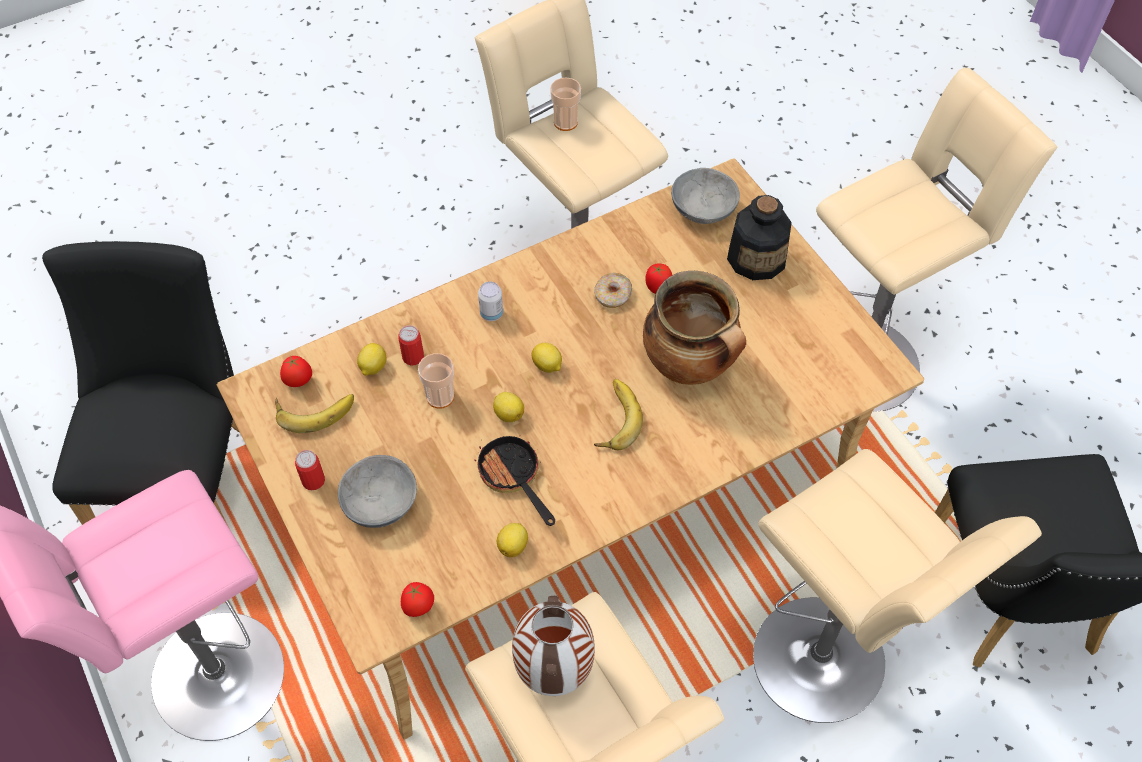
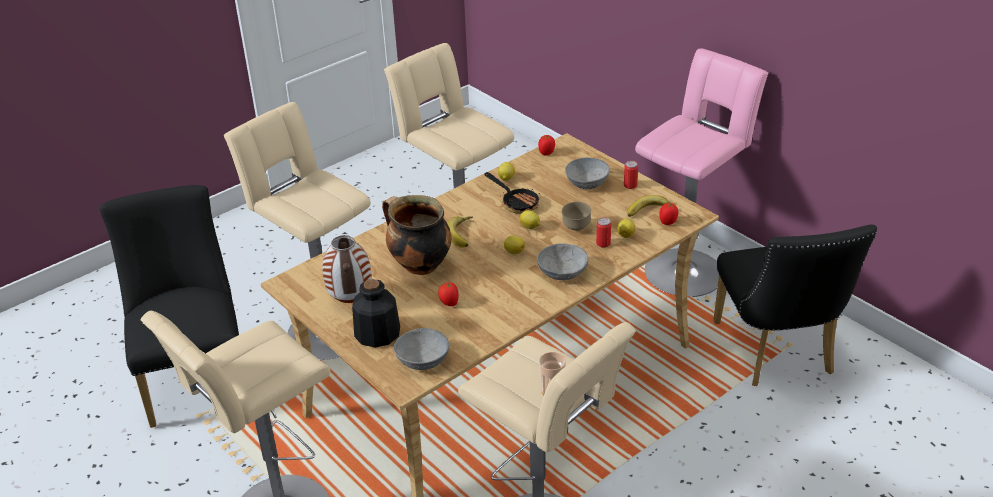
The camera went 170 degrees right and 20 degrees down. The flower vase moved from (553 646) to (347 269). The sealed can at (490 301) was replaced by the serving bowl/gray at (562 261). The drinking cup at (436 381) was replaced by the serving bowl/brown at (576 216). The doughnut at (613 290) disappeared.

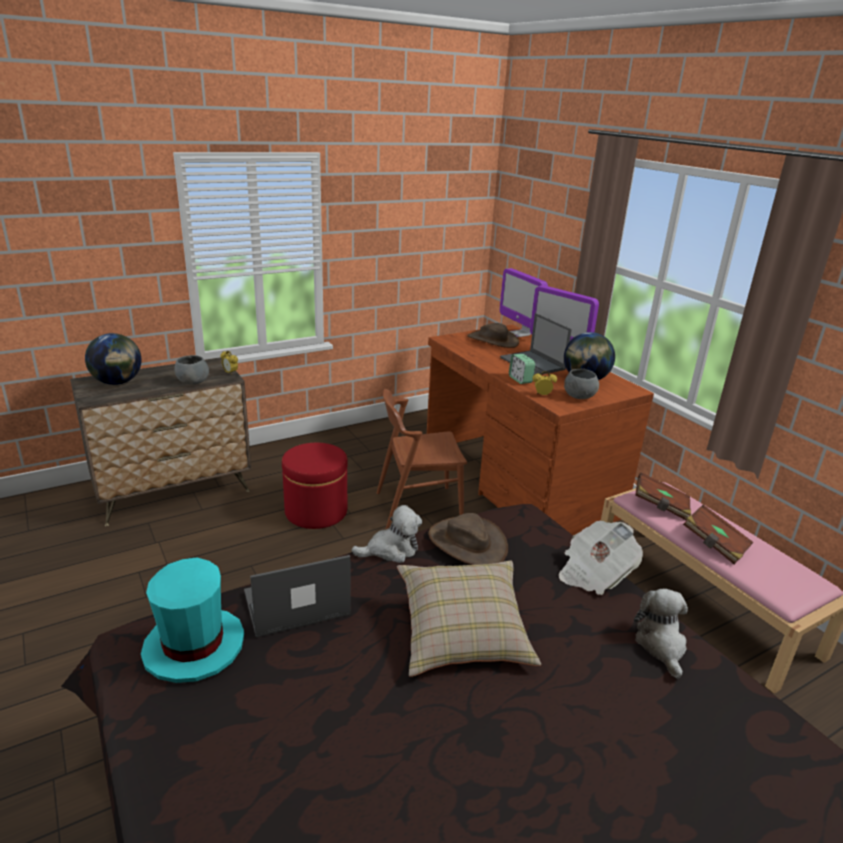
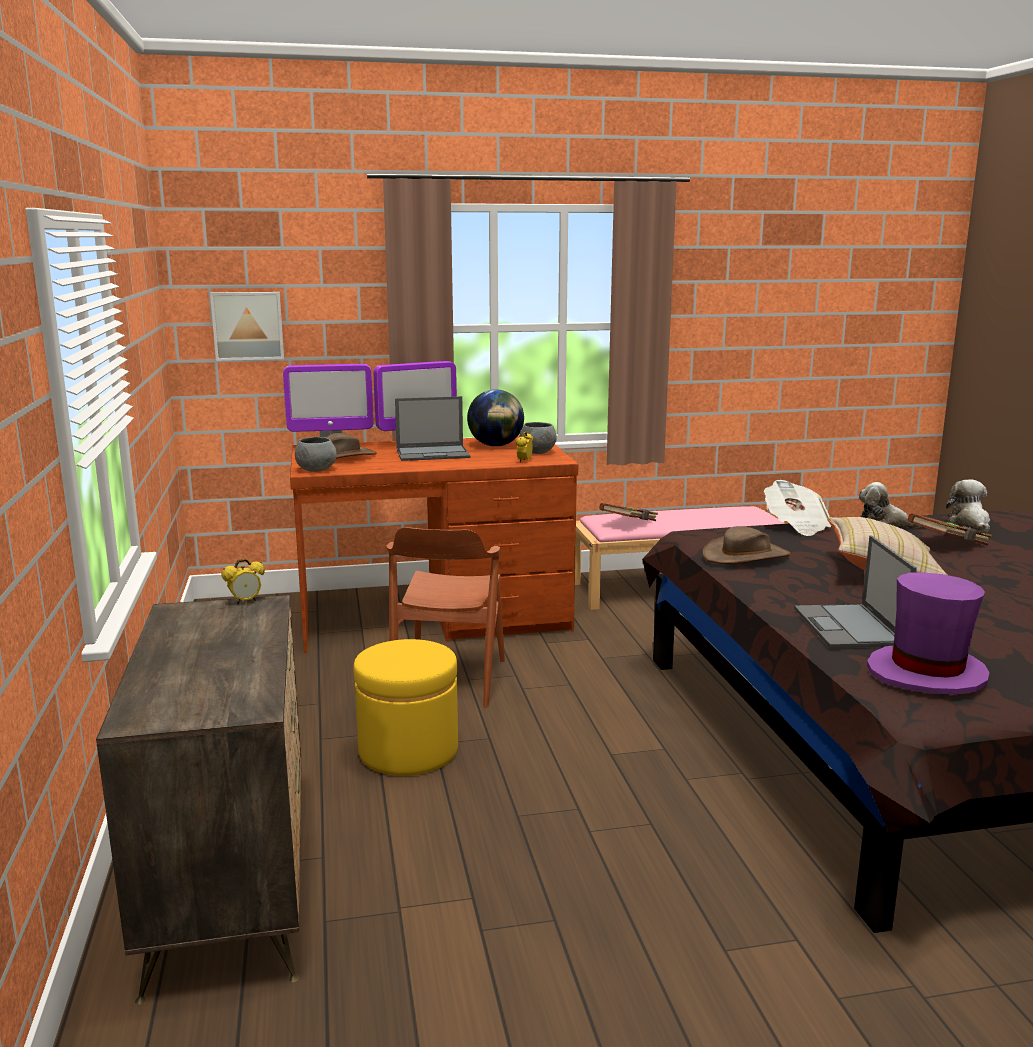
The camera went 70 degrees left and 10 degrees down. The wall art at (247 326) appeared. The serving bowl/gray moved from (191 370) to (316 454). The pouffe/reddish at (315 486) became the pouffe/yellow-coloured at (406 707). The hat/turquoise-coloured at (192 620) became the hat/purplish at (928 634). The volume/brown moved from (718 534) to (950 529). The cuddly toy moved from (386 534) to (968 506). The globe at (113 359) disappeared. The bedside clock at (522 369) disappeared.

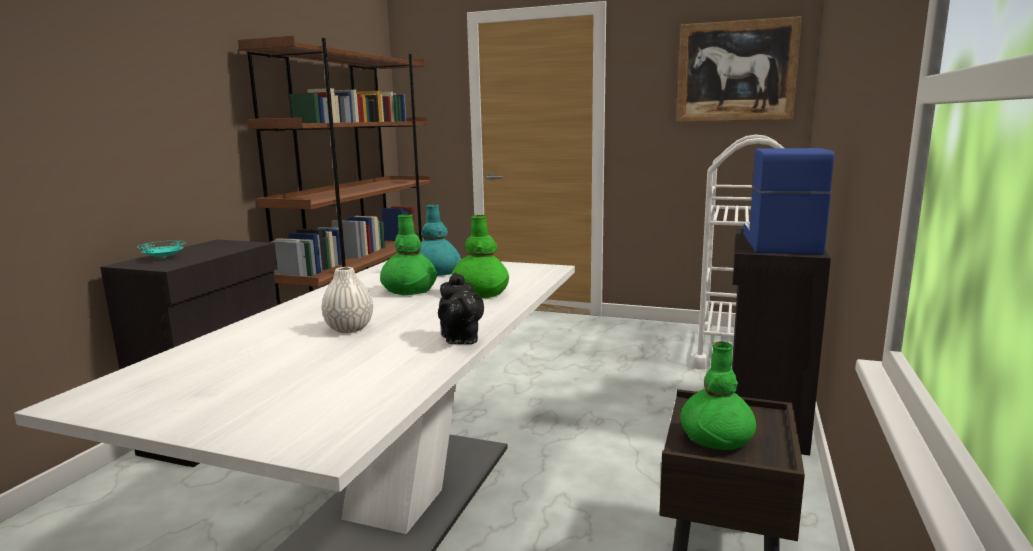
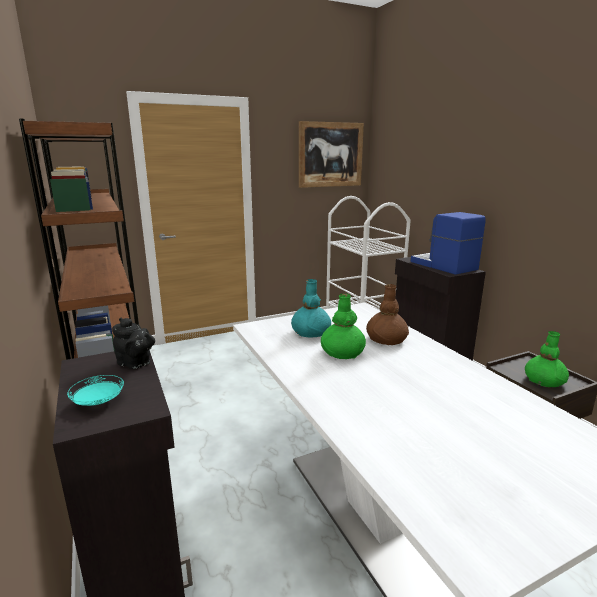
The camera went 45 degrees left and 5 degrees up. The pot for tea/black-coloured moved from (461 308) to (133 343). The flower vase/green at (480 256) became the flower vase/brown at (387 314). The flower vase/whitish at (347 300) disappeared.

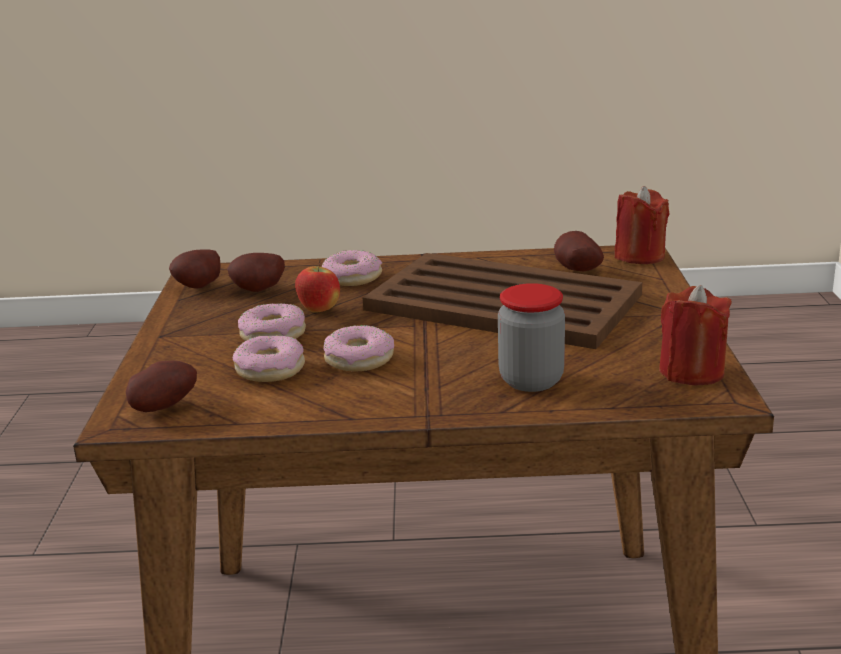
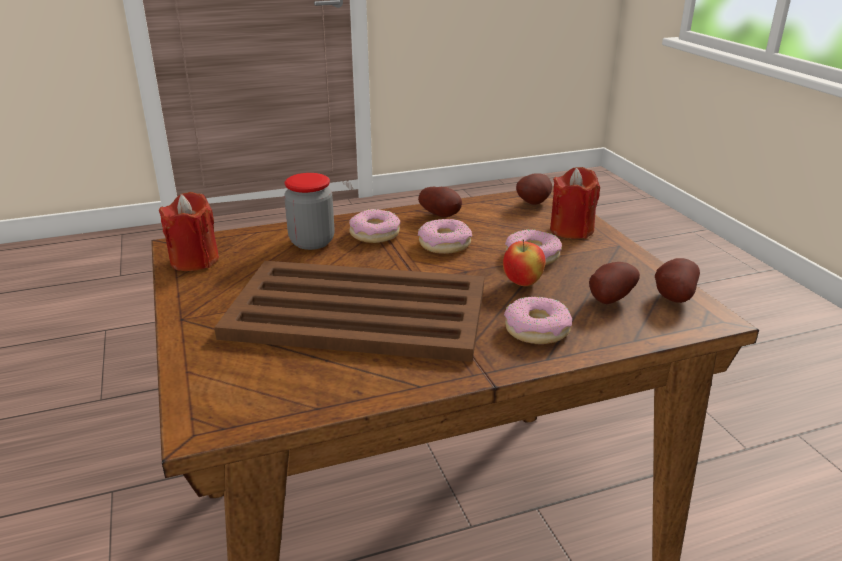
The camera went 160 degrees right and 5 degrees up. The doughnut moved from (269 358) to (375 226). The whole potato moved from (579 251) to (440 202). The wax light/reddish moved from (642 225) to (575 203).

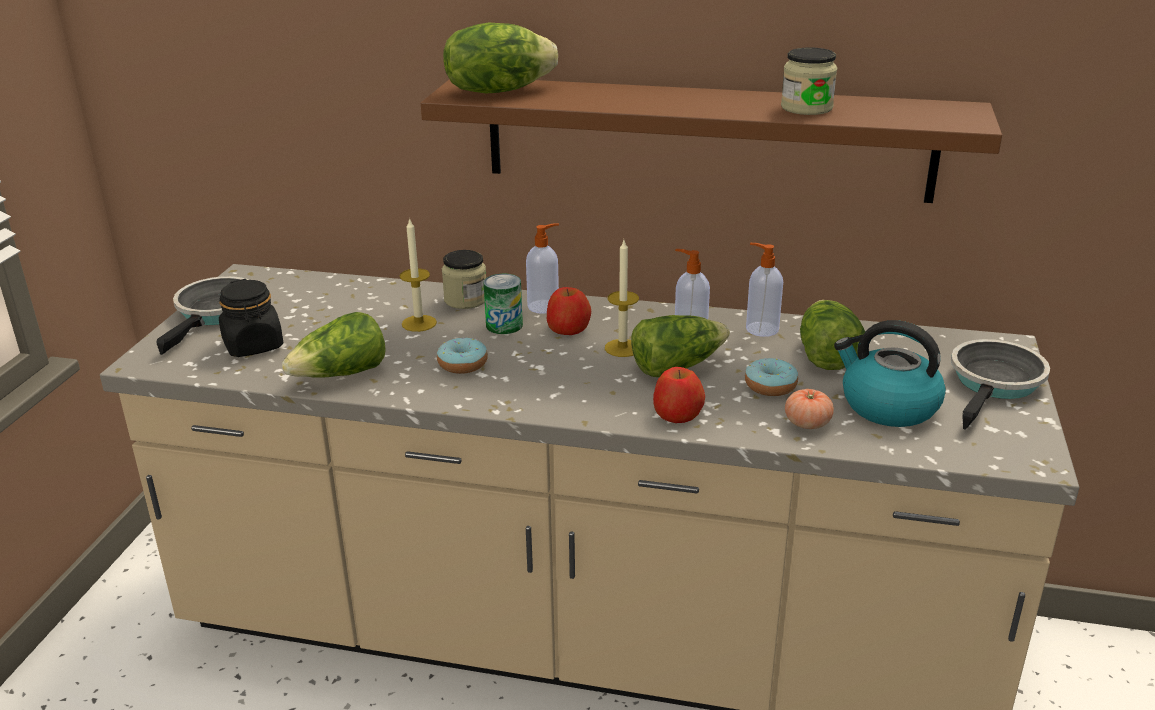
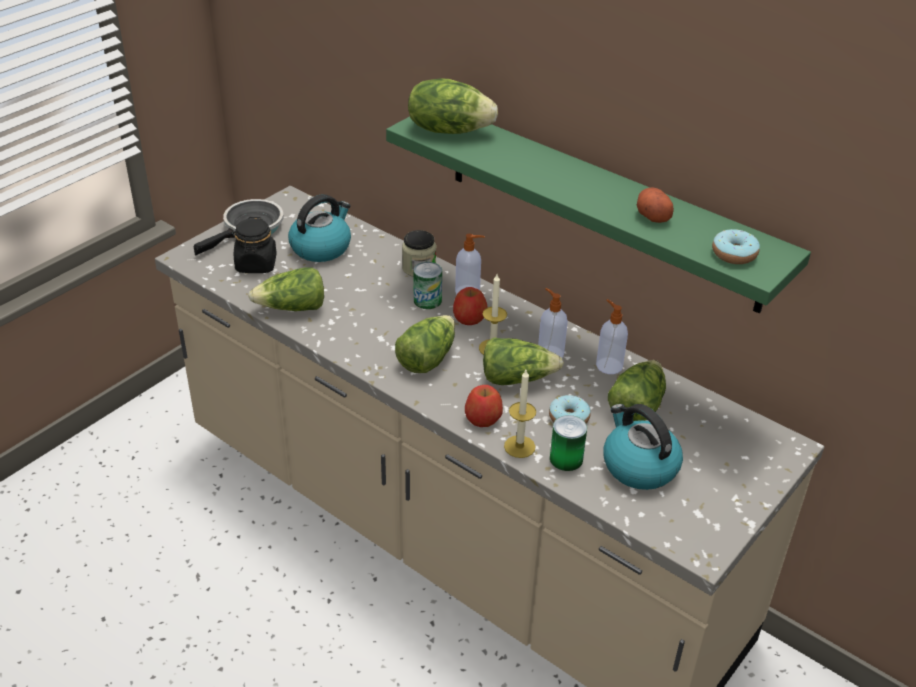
The camera went 25 degrees right and 10 degrees up. The water kettle at (319 228) appeared. The wall shelf/brown at (711 141) became the wall shelf/green at (598 215). The lettuce at (425 344) appeared. The wax light moved from (418 274) to (520 414). The tomato at (809 409) was replaced by the sealed can at (568 443). The storage jar at (809 81) was replaced by the whole potato at (655 205). The doughnut moved from (462 356) to (736 246). The frying pan at (1000 384) disappeared.

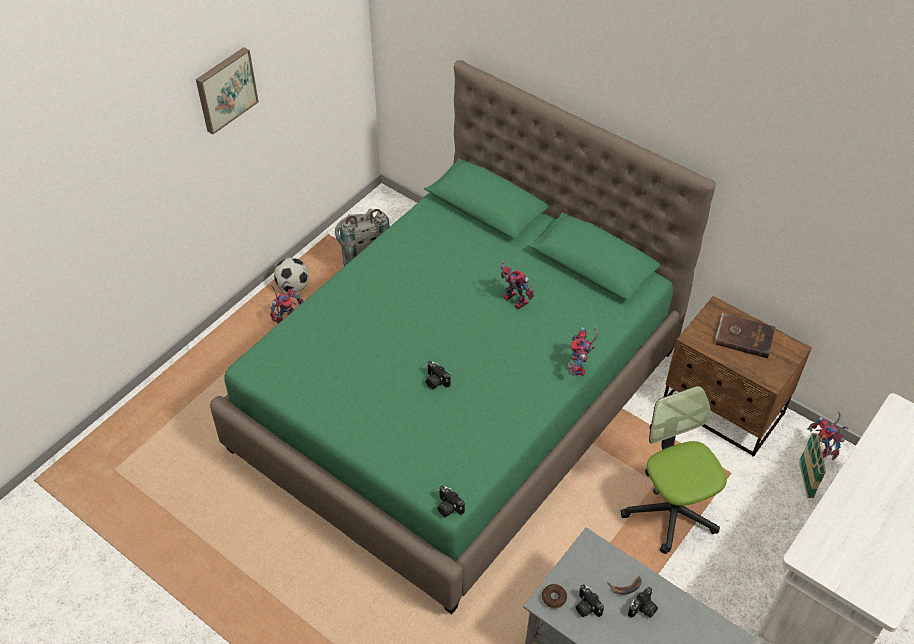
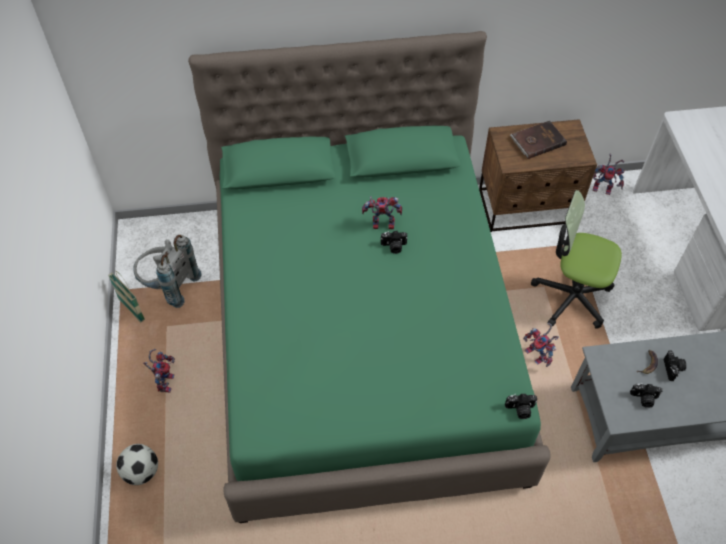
The camera went 45 degrees left and 5 degrees up. The household basket moved from (813 465) to (126 296). The football moved from (291 275) to (137 464). The photo camera moved from (438 375) to (394 242). The model robot moved from (583 351) to (541 345). The wall art at (227 90) disappeared. The doughnut at (554 596) disappeared.

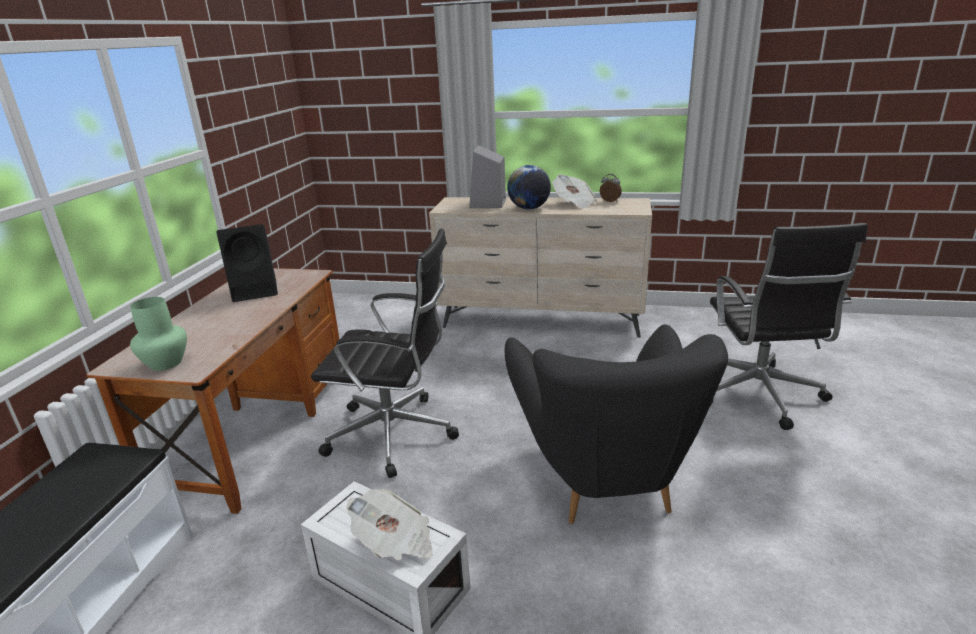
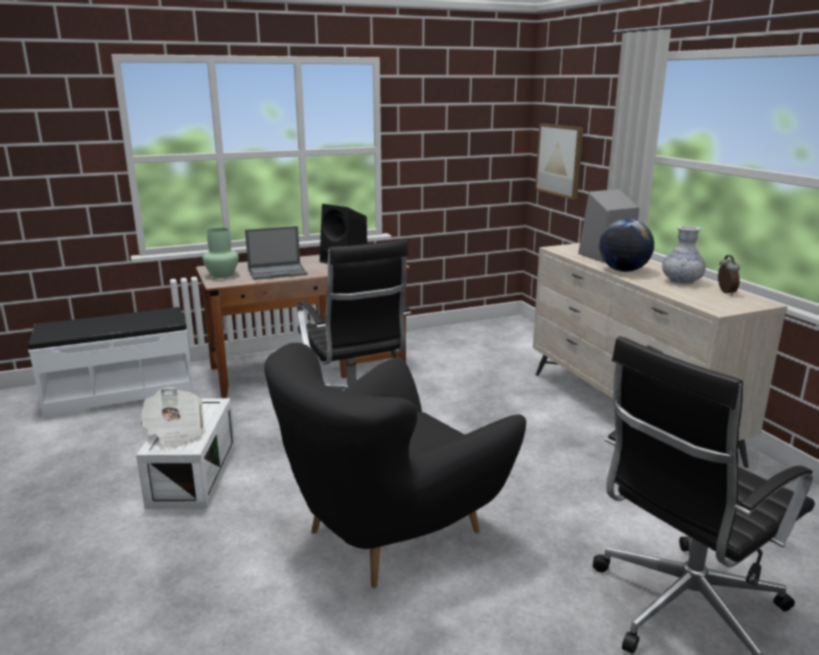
The camera went 55 degrees right and 5 degrees down. The laptop at (276 253) appeared. The wall art at (559 161) appeared. The newspaper at (574 191) was replaced by the flower vase at (684 255).

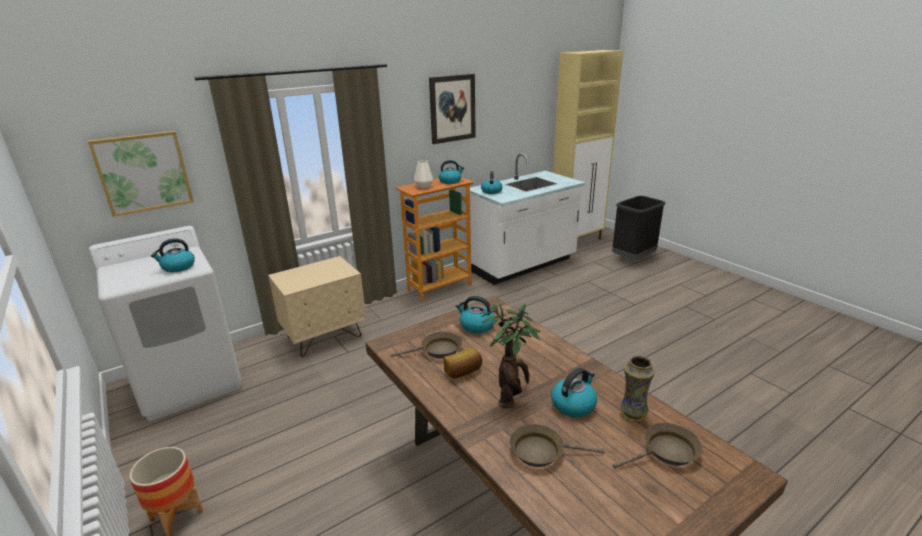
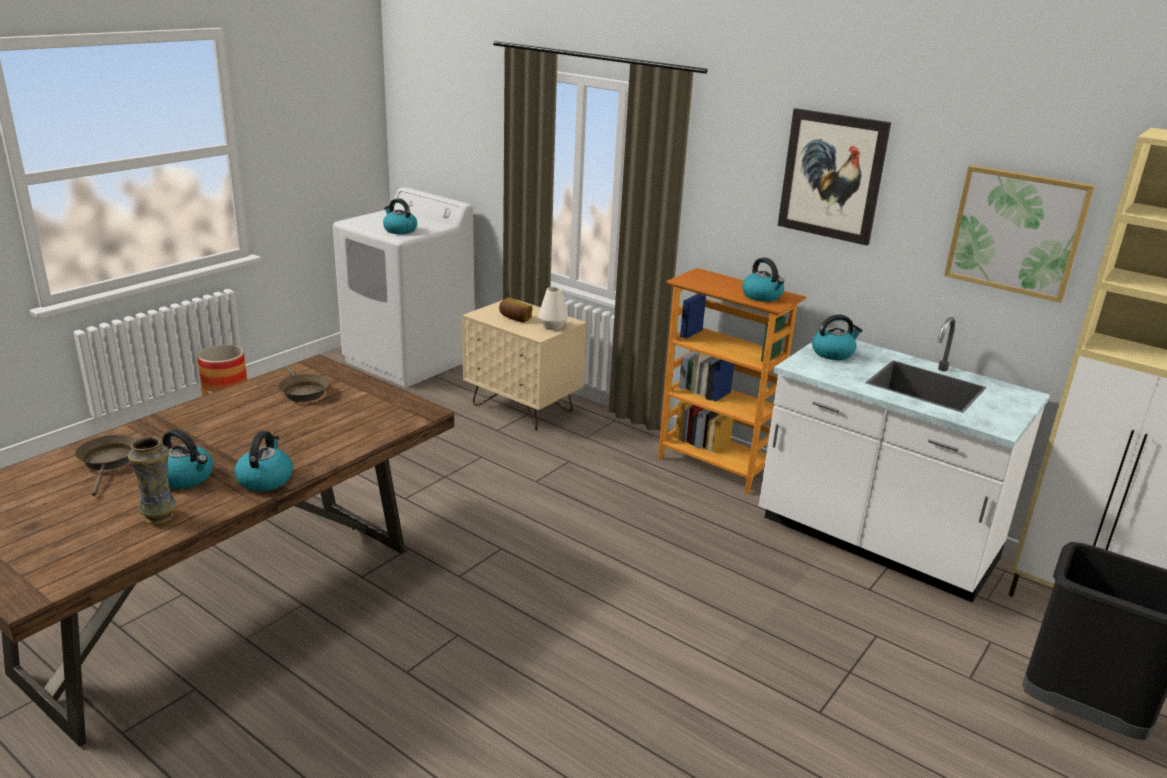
The camera went 70 degrees right and 0 degrees up. The water kettle moved from (475 315) to (264 461). The baked bread moved from (463 363) to (516 310). The flower vase/whitish moved from (423 174) to (553 308). The wall art moved from (141 174) to (1019 234). The potted plant at (511 354) disappeared. The frying pan/brown at (658 445) disappeared.

